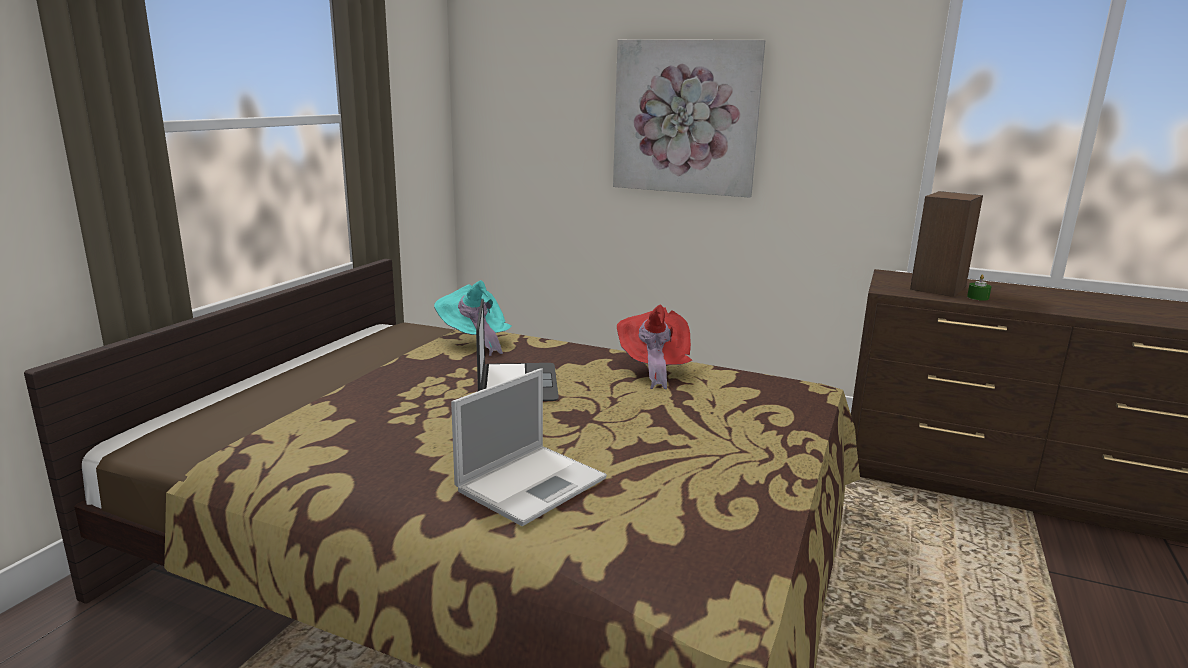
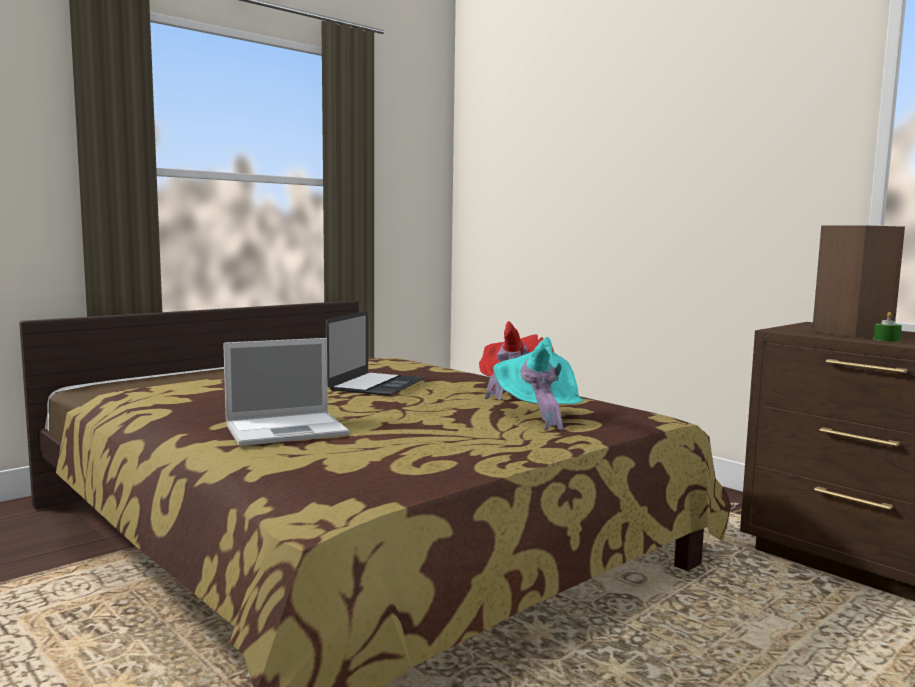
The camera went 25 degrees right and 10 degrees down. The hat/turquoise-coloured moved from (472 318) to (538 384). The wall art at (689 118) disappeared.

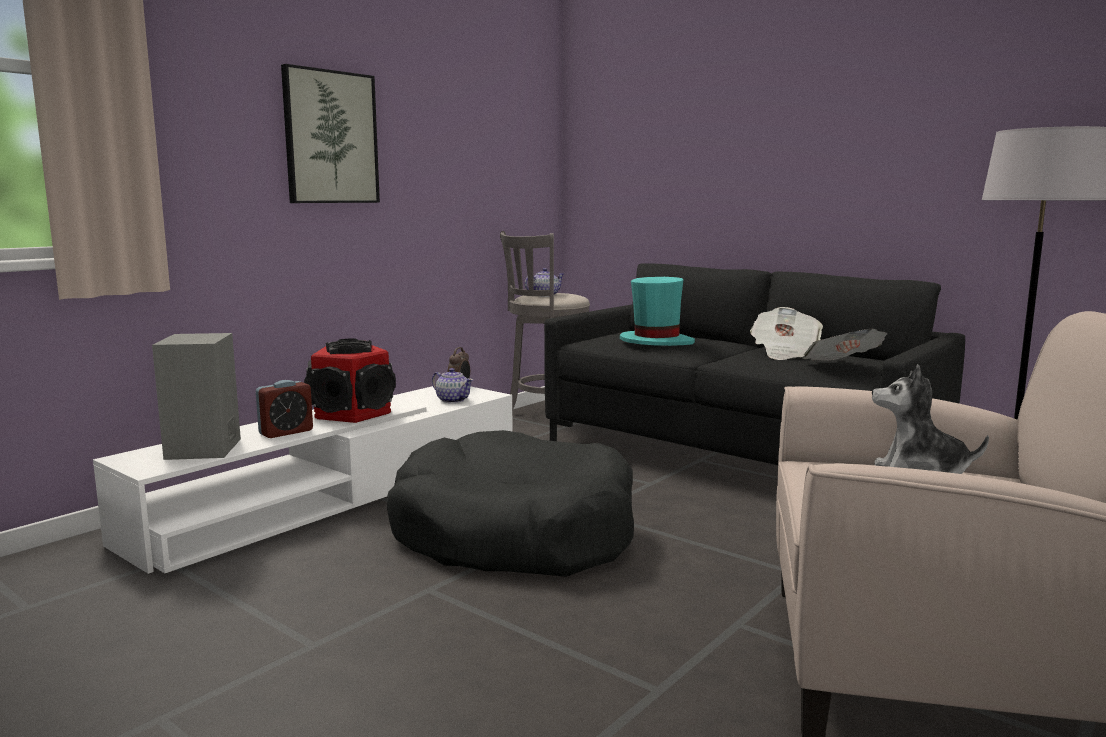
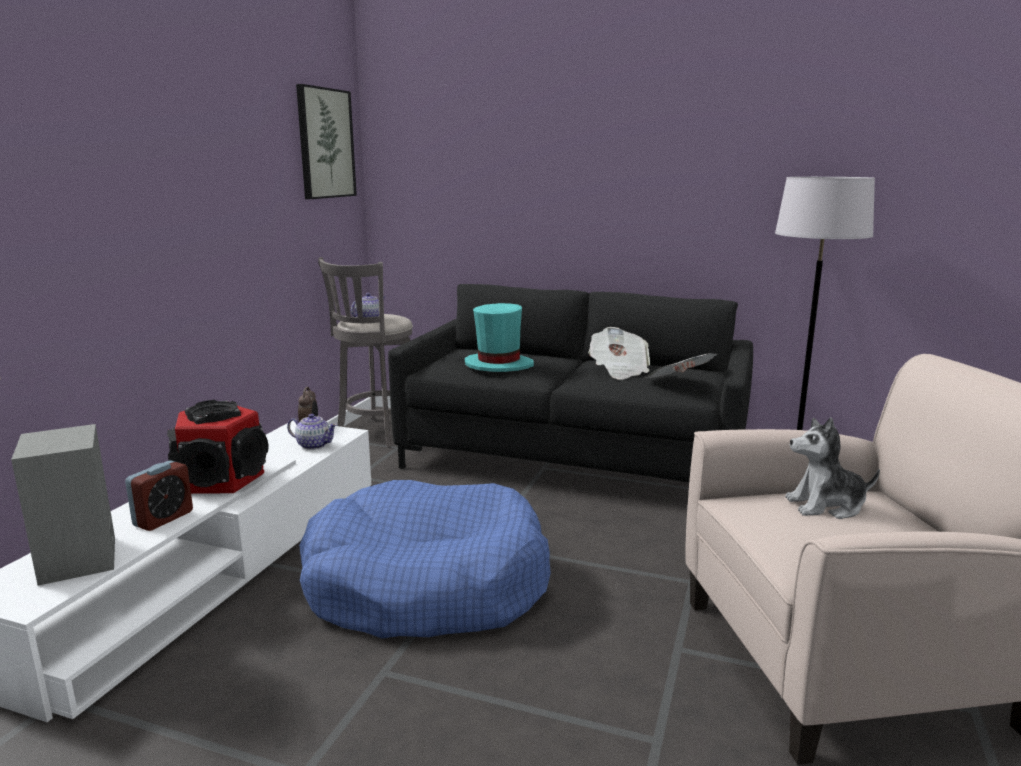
The camera went 20 degrees left and 5 degrees up. The wall art moved from (330 133) to (326 141). The dog cushion/black-coloured at (510 503) became the dog cushion/blue at (425 559).

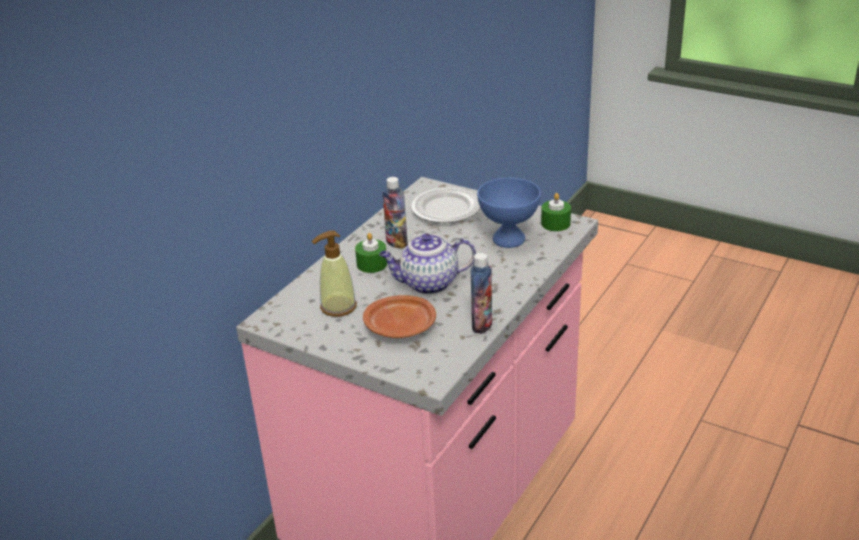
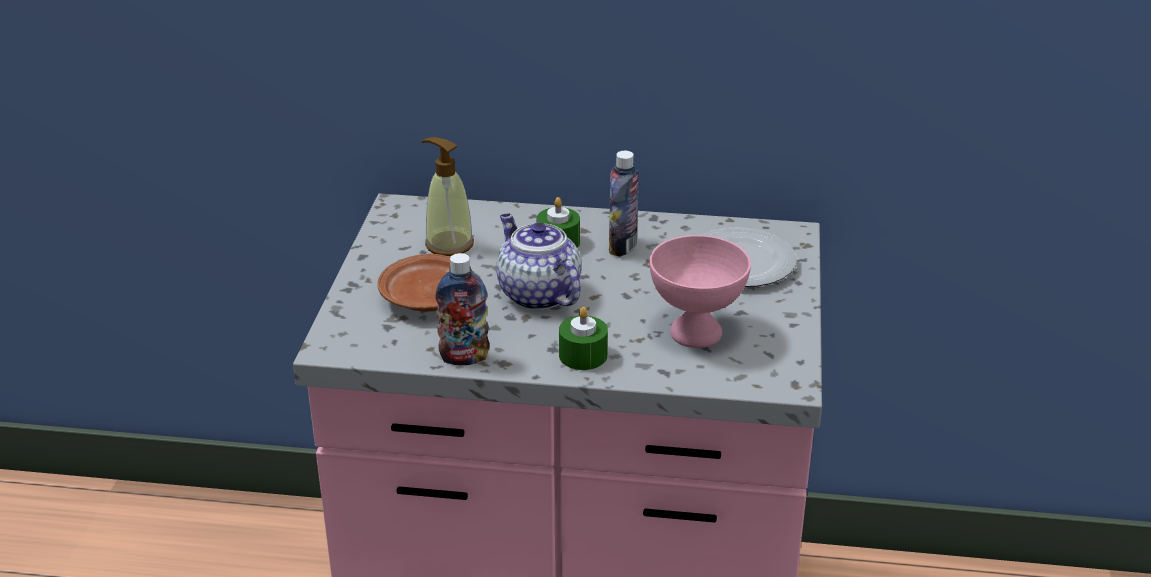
The camera went 65 degrees right and 0 degrees up. The wax light/green moved from (556 212) to (583 338). The serving bowl/blue at (509 213) became the serving bowl/pinkish at (700 291).

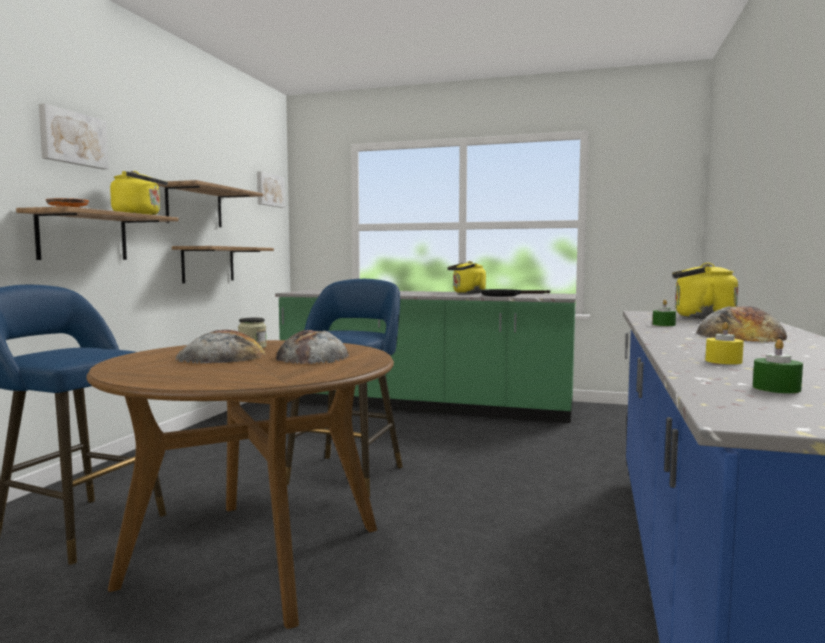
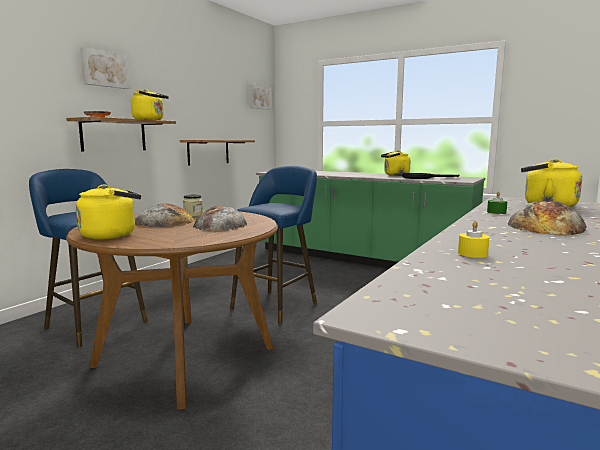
The camera went 15 degrees right and 5 degrees up. The water kettle/yellow-coloured at (108 212) appeared. The wall shelf at (209 203) disappeared. The wax light/green at (778 366) disappeared.

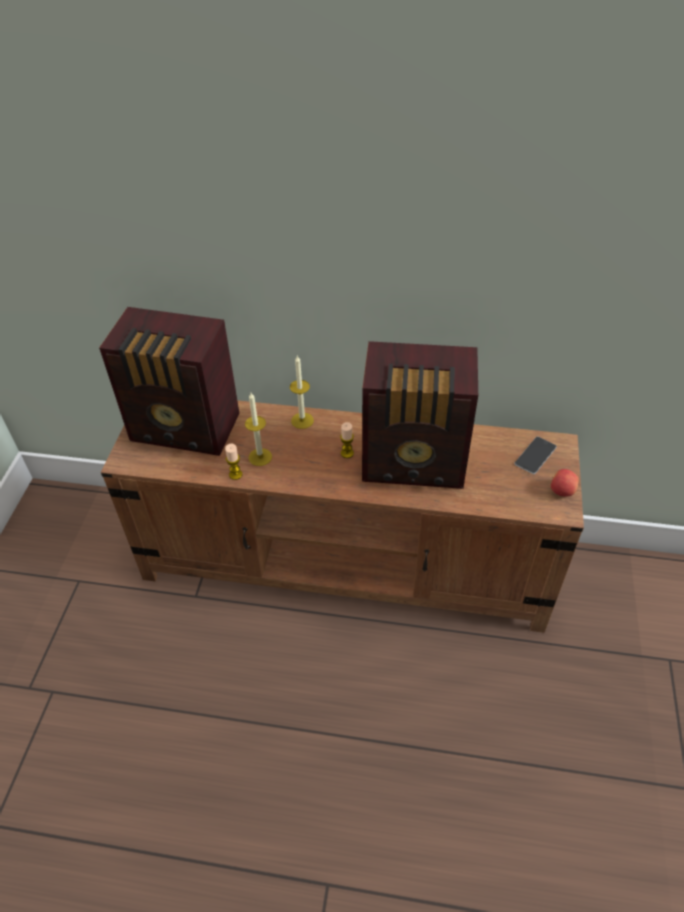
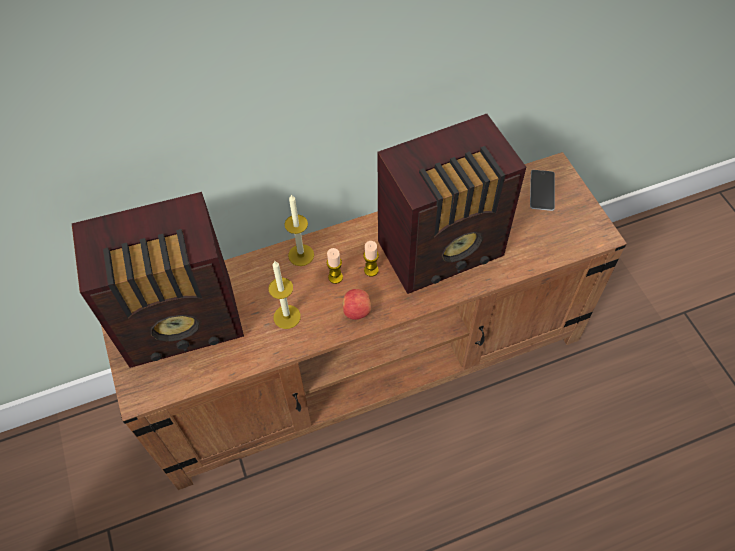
The camera went 30 degrees left and 10 degrees up. The wax light moved from (233 462) to (335 266). The apple moved from (565 483) to (356 304).

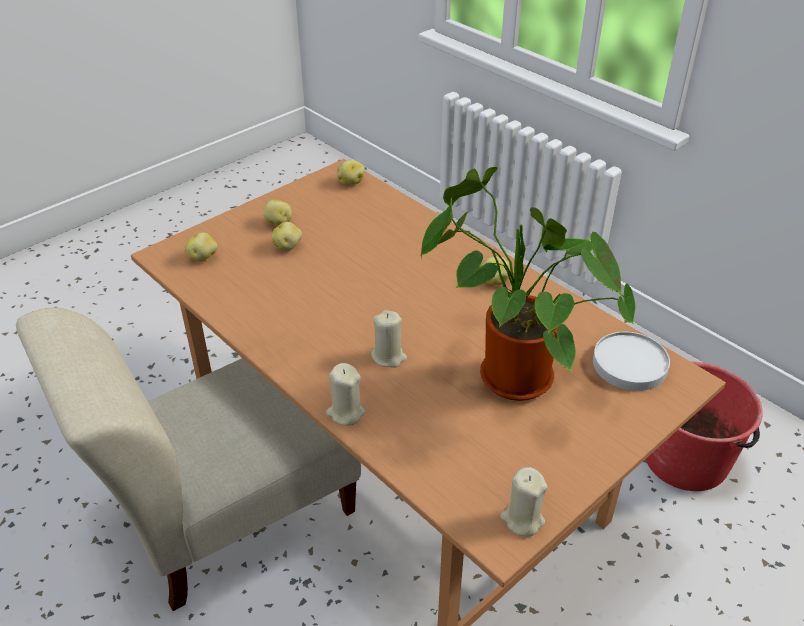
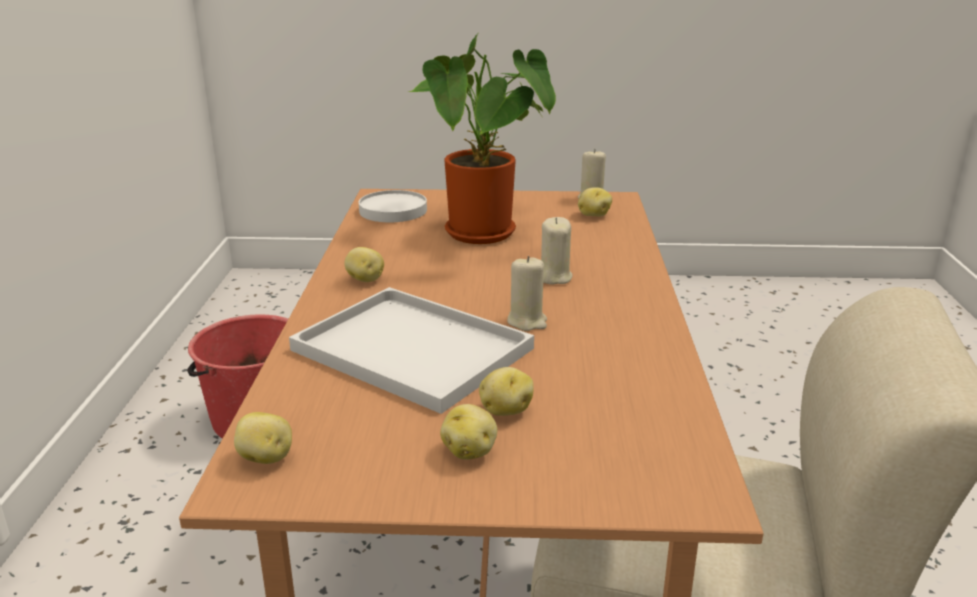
The camera went 135 degrees left and 15 degrees down. The tray/whitish at (411 350) appeared. The wax light/sand-coloured moved from (346 394) to (527 293). The whole potato moved from (201 247) to (595 202).

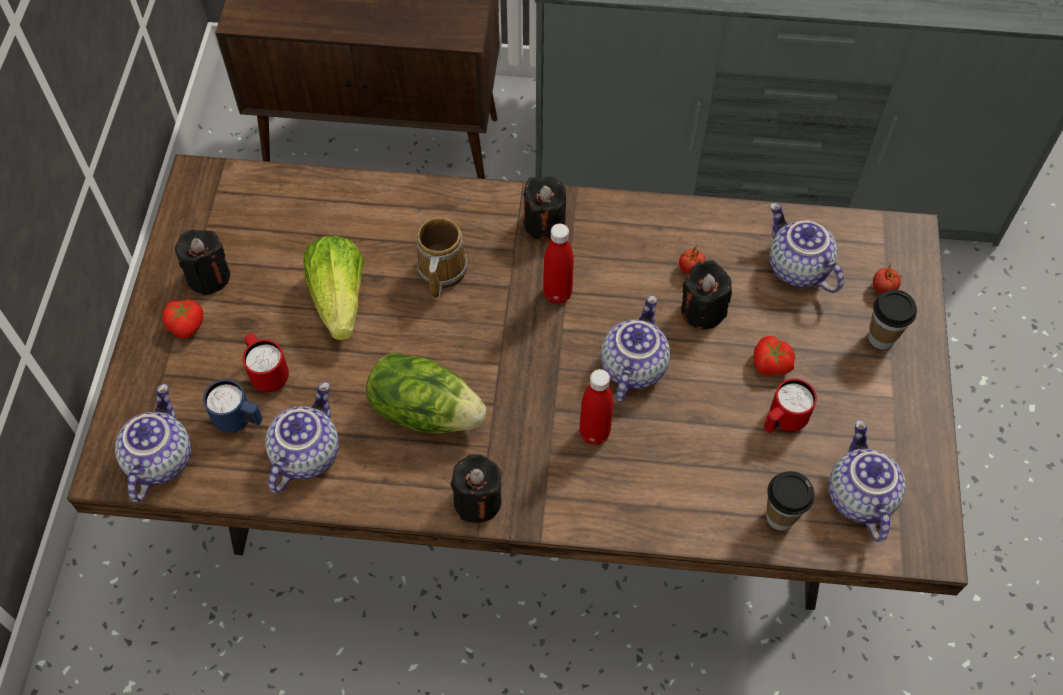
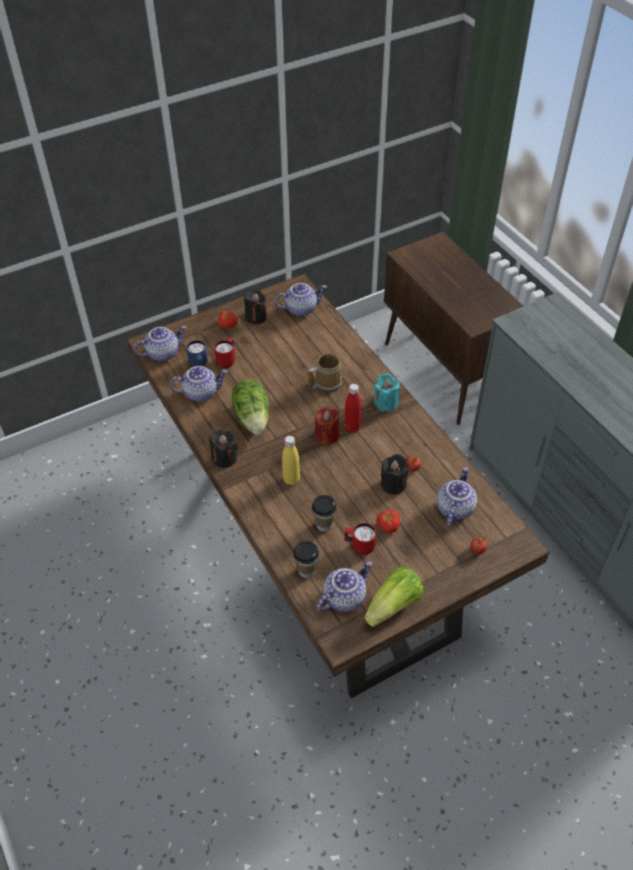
The camera went 55 degrees right and 10 degrees down. The pot for tea moved from (635 348) to (300 299). The bottle/reddish at (596 407) became the bottle/yellow-coloured at (291 460). The drinking cup moved from (892 319) to (324 513). The wax light/reddish at (327 426) appeared. The lettuce moved from (333 288) to (394 597). The wax light/black-coloured at (544 208) became the wax light/turquoise-coloured at (387 392).

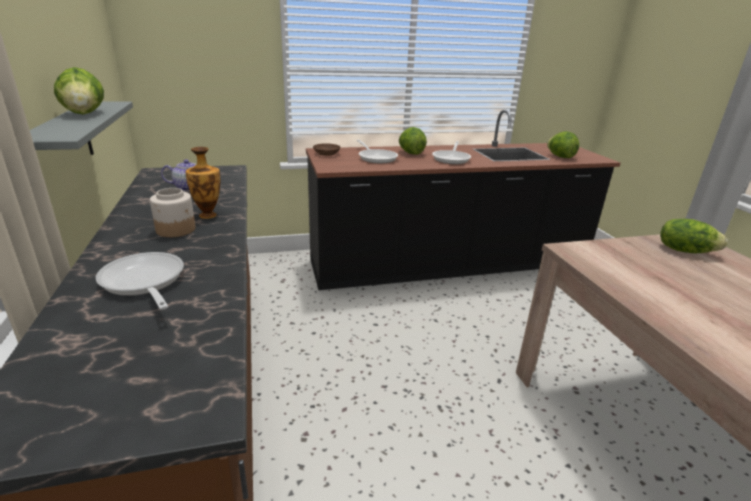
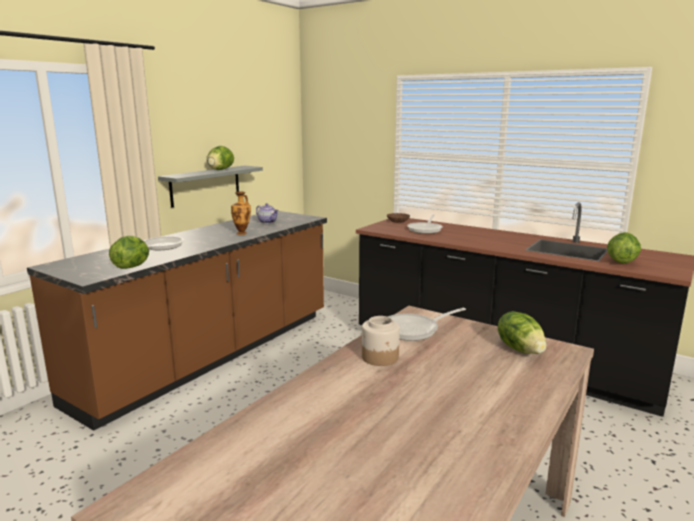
The camera went 50 degrees right and 10 degrees down. The lettuce moved from (413 141) to (129 252). The storage jar moved from (173 212) to (381 341). The frying pan moved from (451 152) to (427 324).

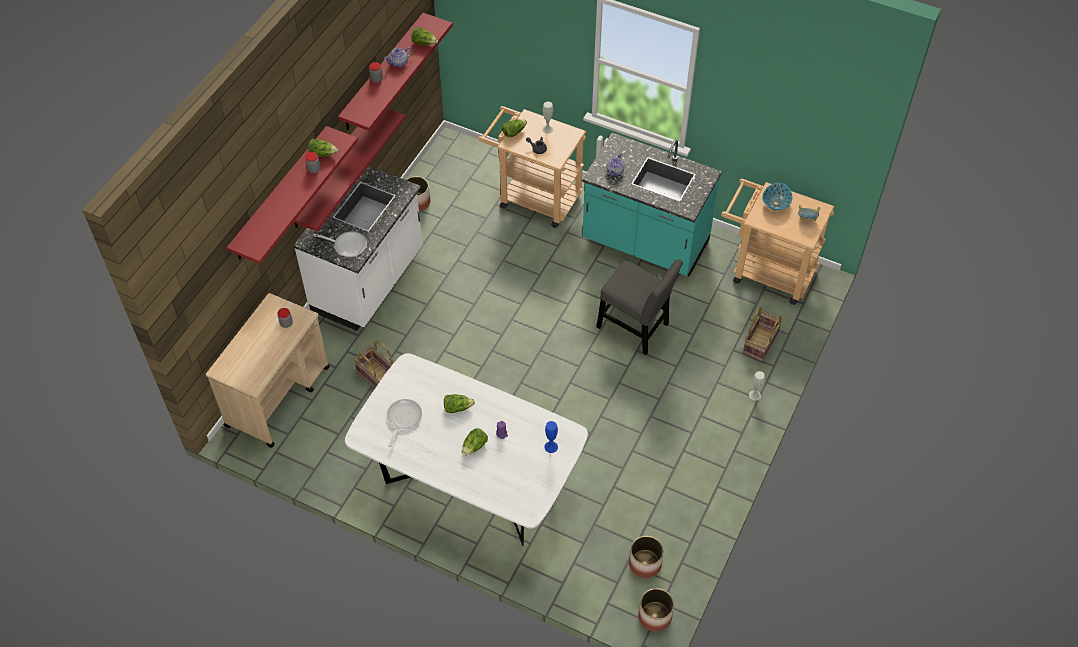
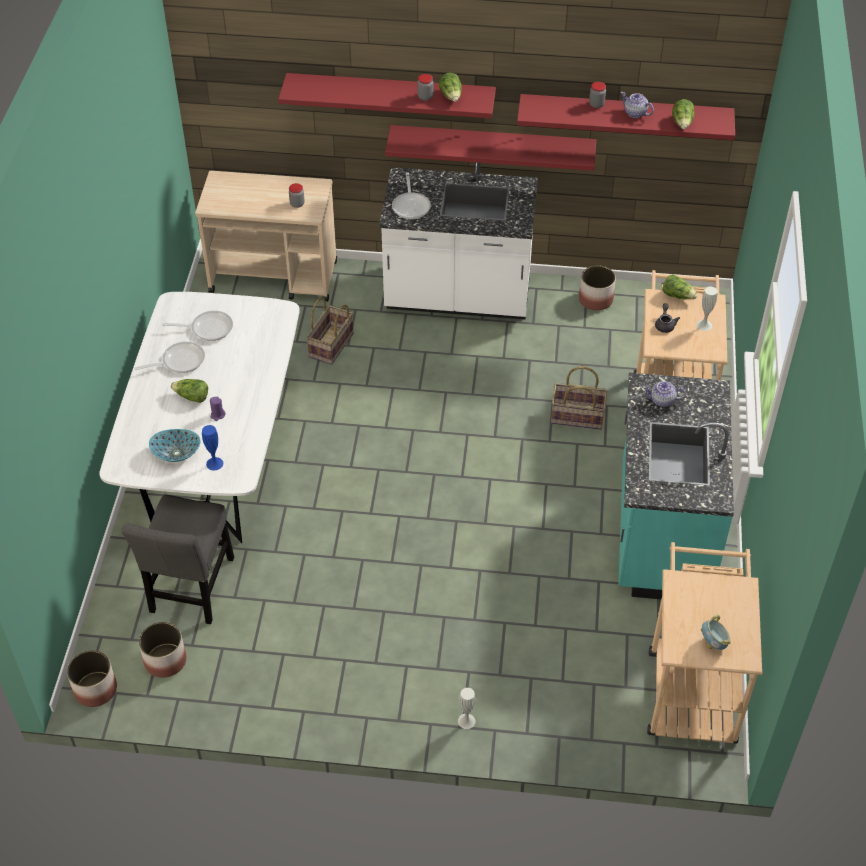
The camera went 70 degrees right and 5 degrees down. The upright chair/gray moved from (639 307) to (178 559). The frying pan at (170 357) appeared. The serving bowl moved from (777 196) to (174 445). The household basket moved from (762 334) to (579 398). The lettuce at (459 403) disappeared.

